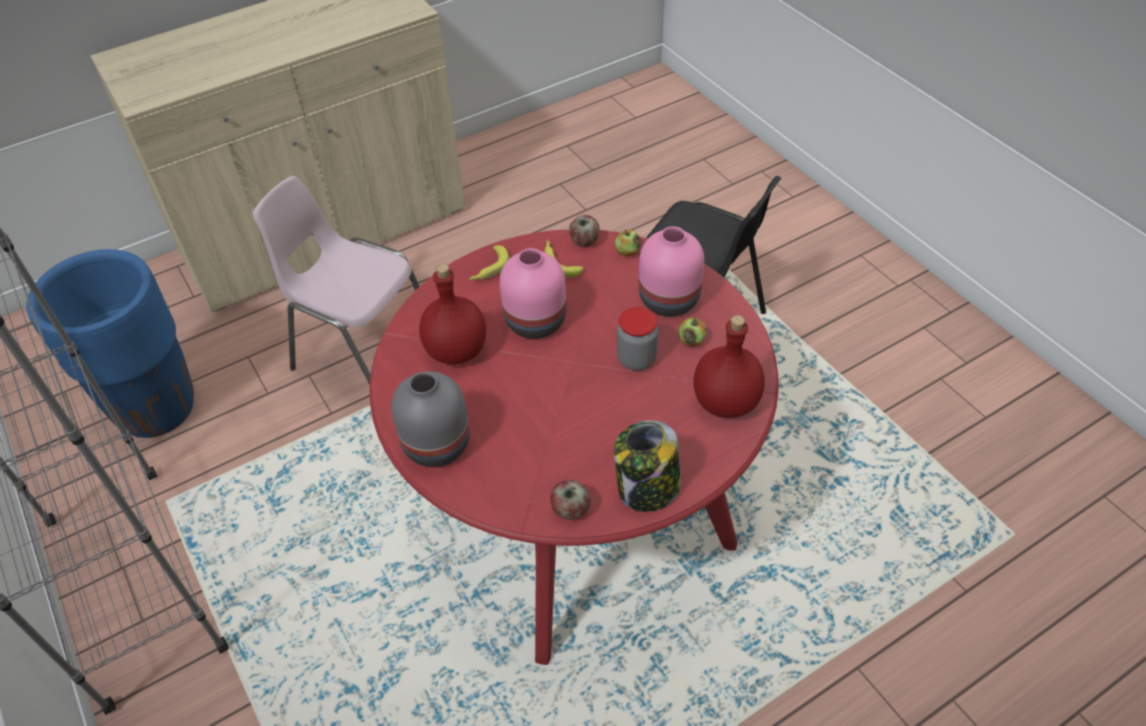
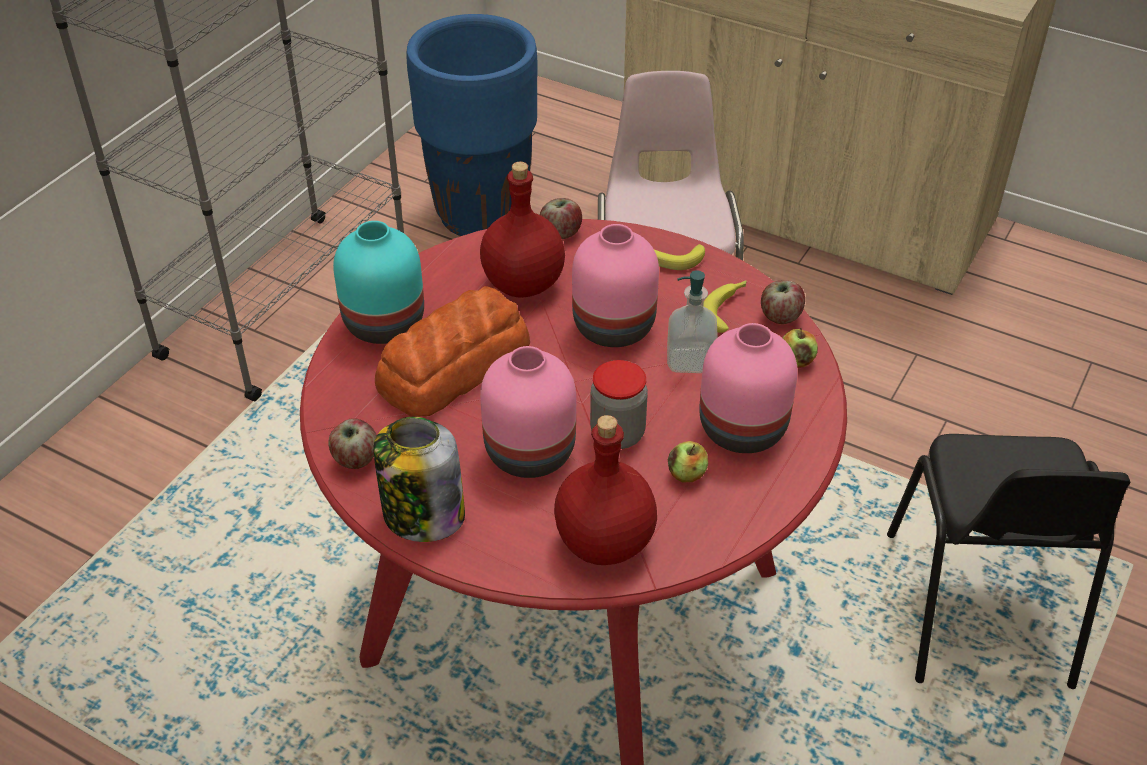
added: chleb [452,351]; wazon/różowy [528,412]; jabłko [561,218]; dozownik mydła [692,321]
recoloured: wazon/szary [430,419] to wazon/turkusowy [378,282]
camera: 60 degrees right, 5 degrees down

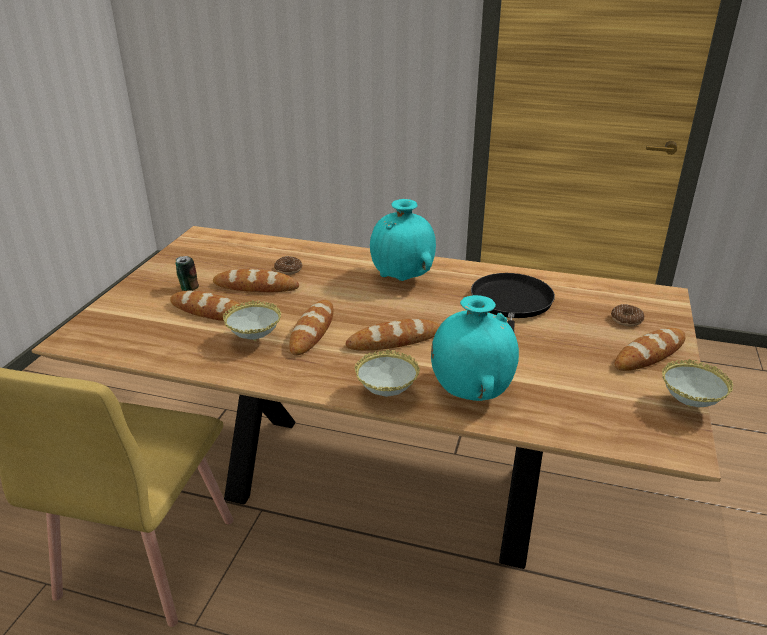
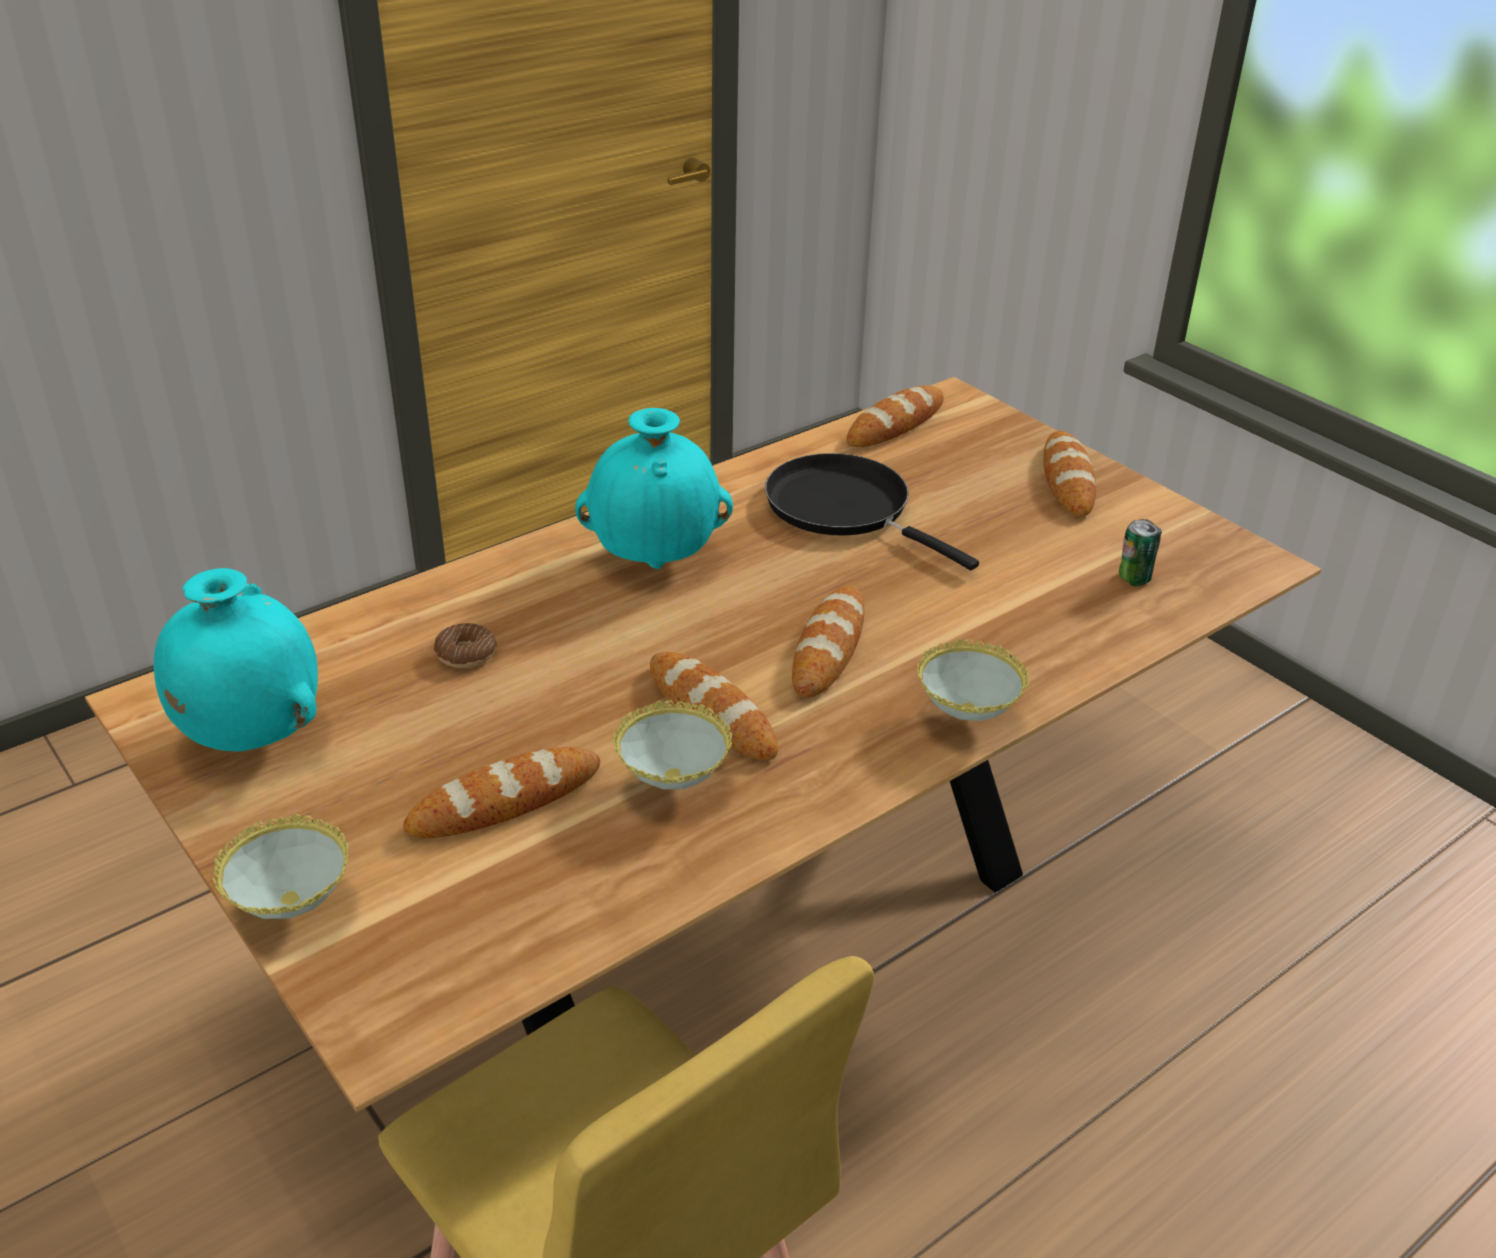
removed: donut [627,315]
moved: puszka [187,273] to [1140,552]; chleb [256,280] to [895,416]; wazon/turkusowy [475,348] to [236,660]; miska [697,383] to [281,866]
camera: 55 degrees left, 5 degrees up

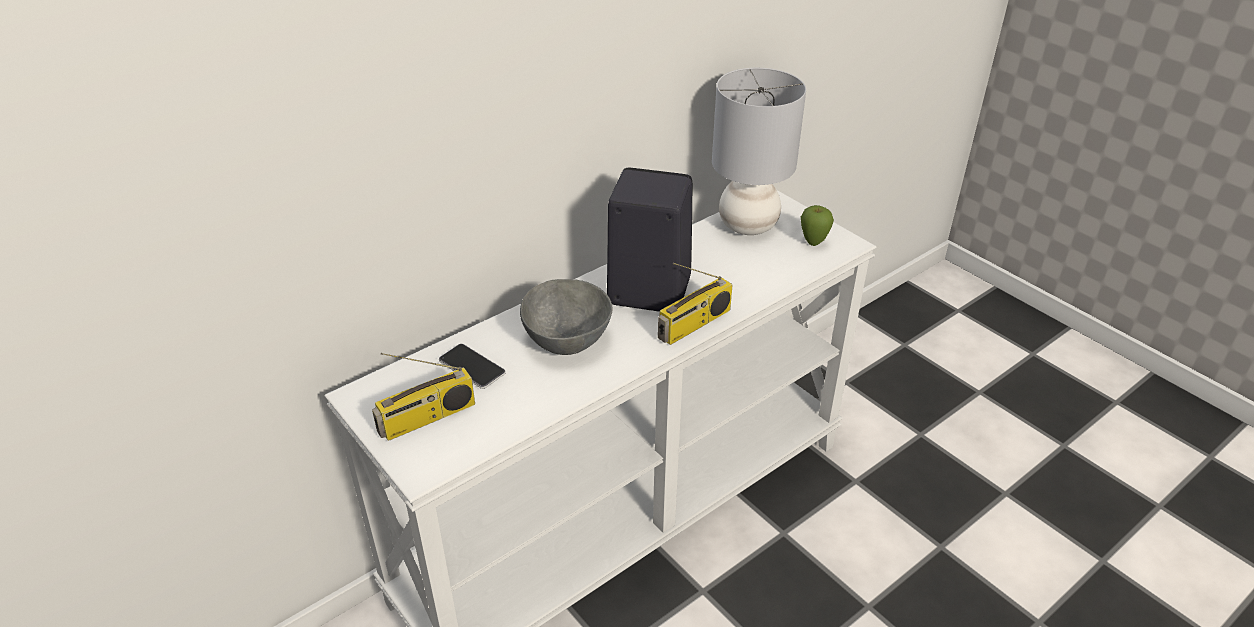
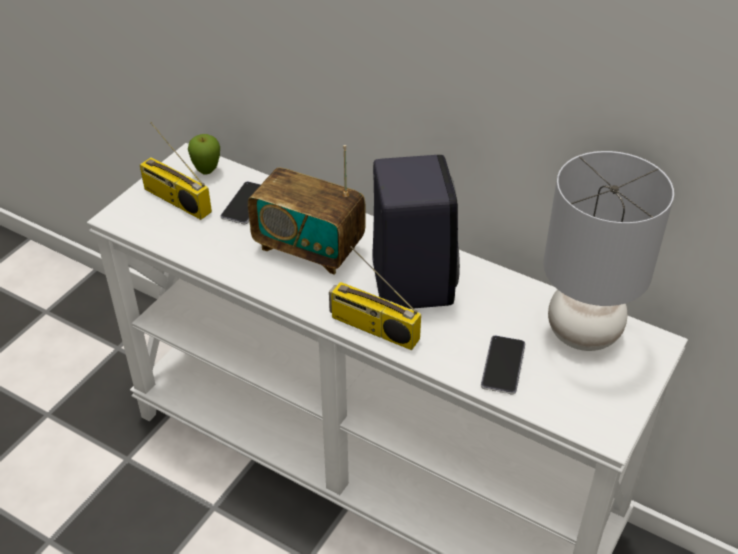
added: telefon [503,364]
moved: jabłko [817,225] to [204,154]
replaced: miska/szary [566,317] to radio [306,210]
camera: 70 degrees right, 5 degrees up

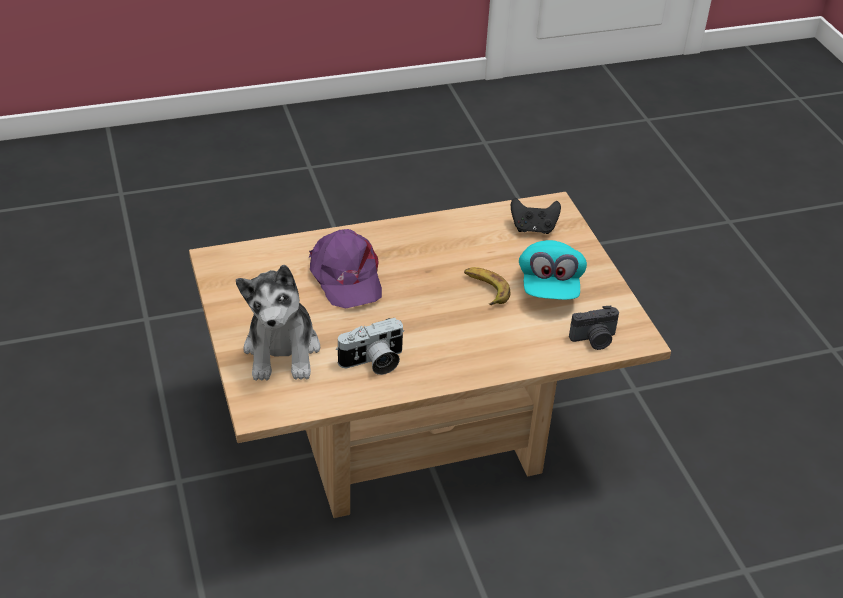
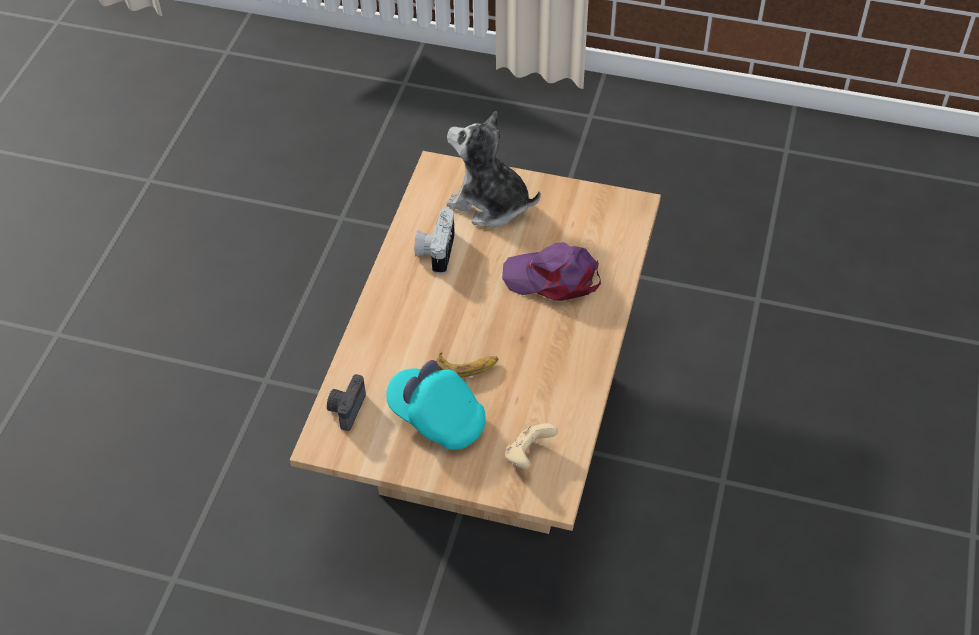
recoloured: pad do gier/czarny [536,216] to pad do gier/beżowy [531,446]
camera: 125 degrees right, 10 degrees up

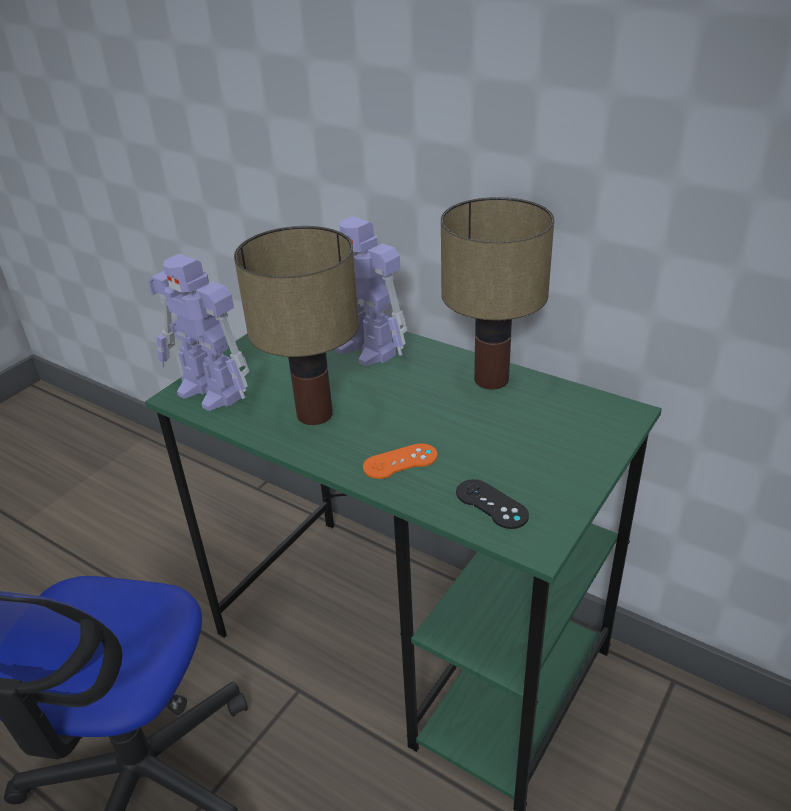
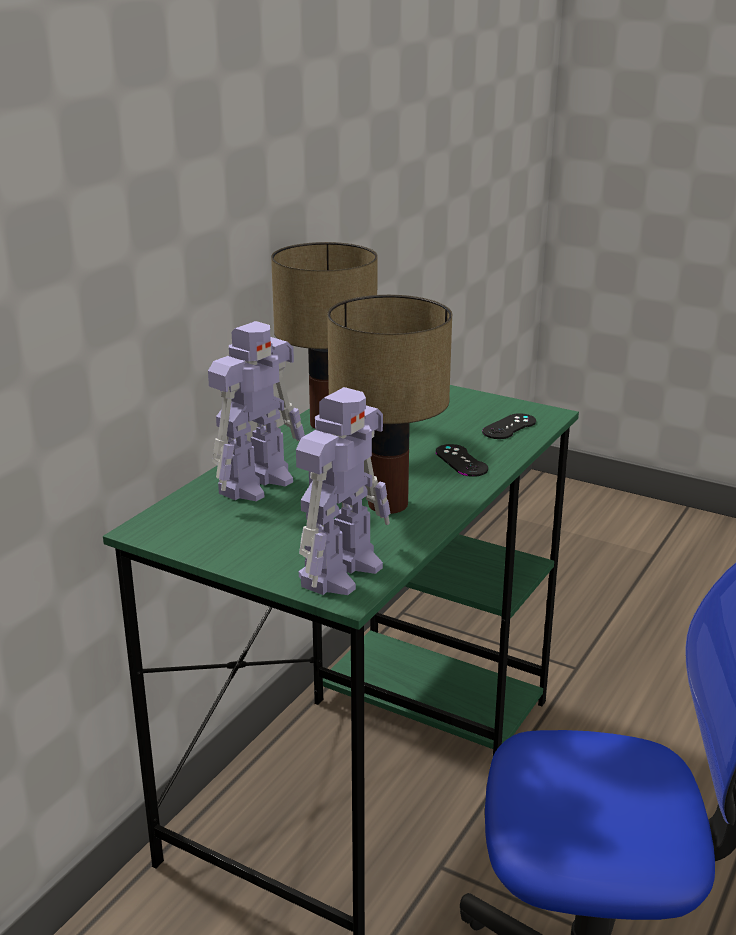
recoloured: pad do gier/pomarańczowy [400,461] to pad do gier/czarny [462,460]
camera: 95 degrees left, 10 degrees down

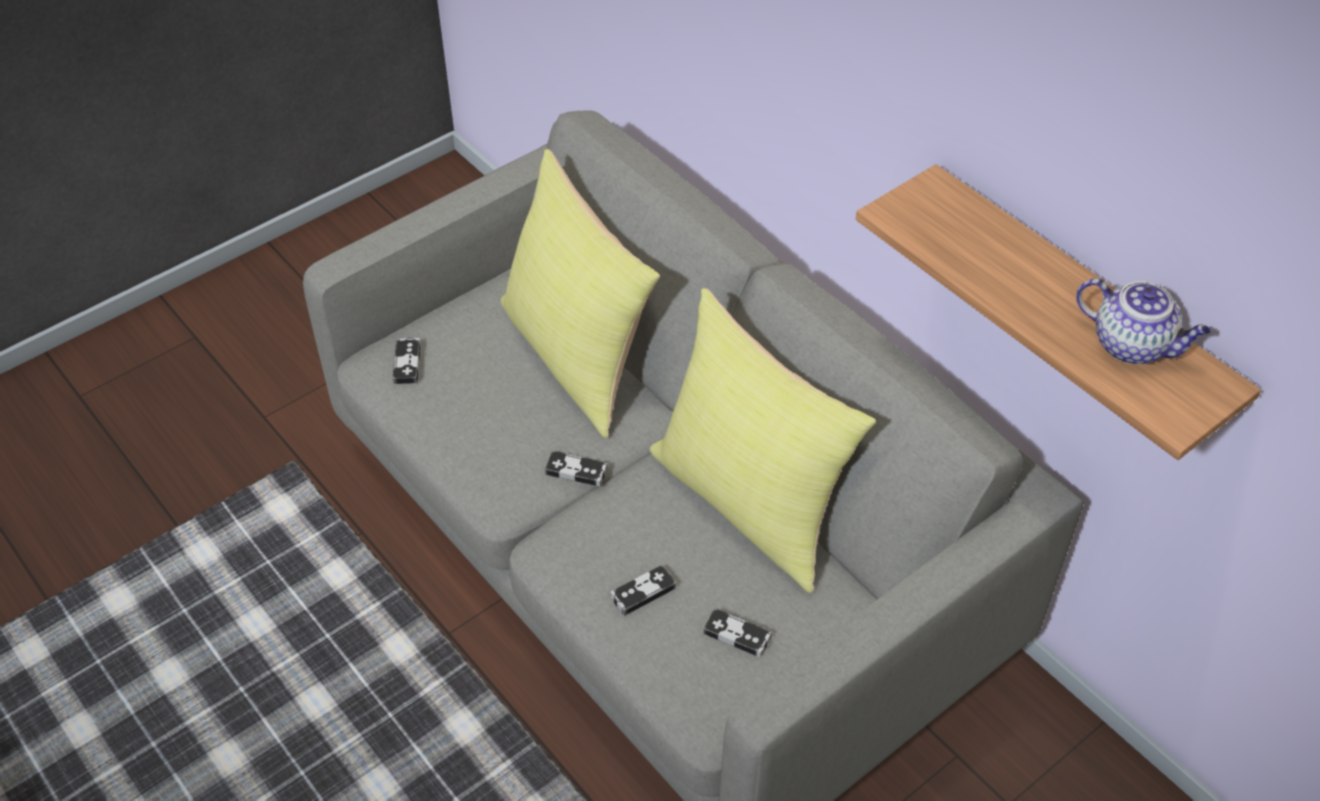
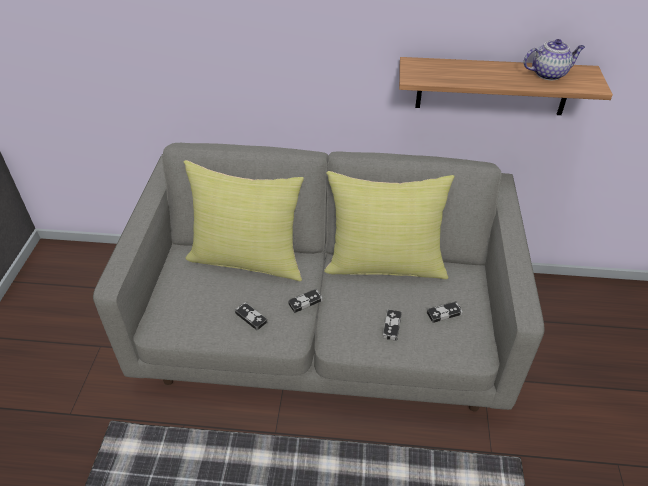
moved: pad do gier [407,361] to [251,316]
camera: 45 degrees left, 5 degrees down

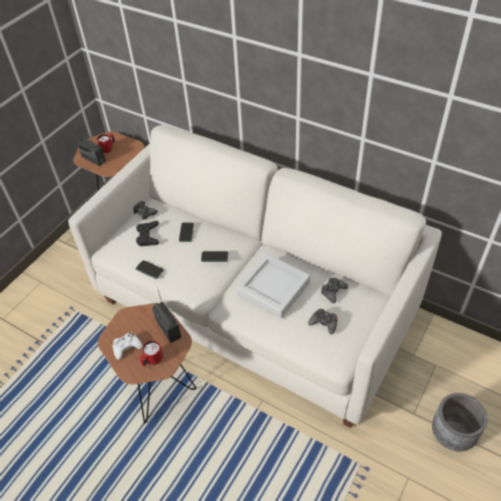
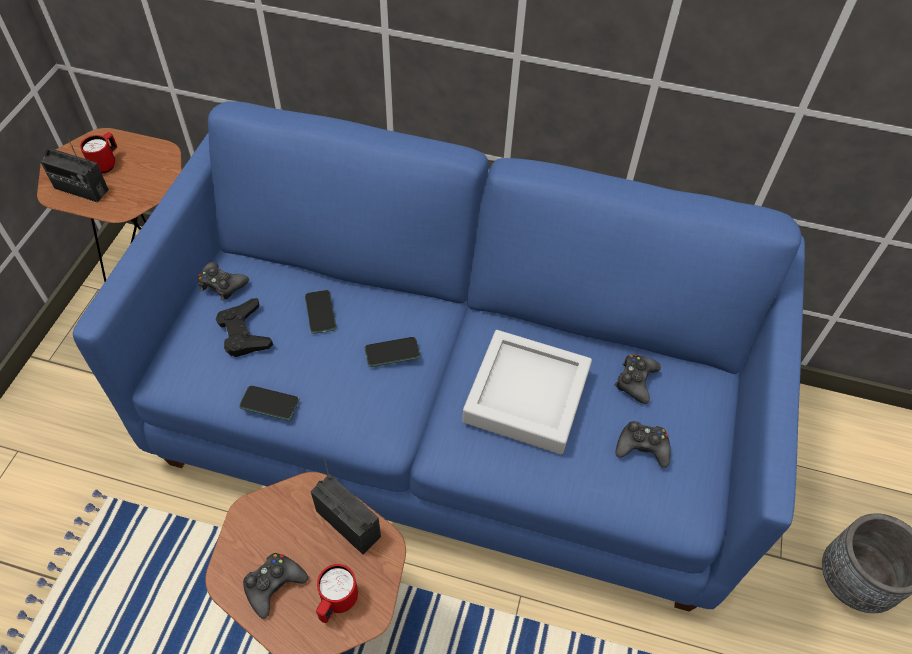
recoloured: kanapa/biały [255,276] to kanapa/niebieski [439,356]; pad do gier/biały [128,346] to pad do gier/czarny [275,586]
camera: 20 degrees left, 5 degrees up

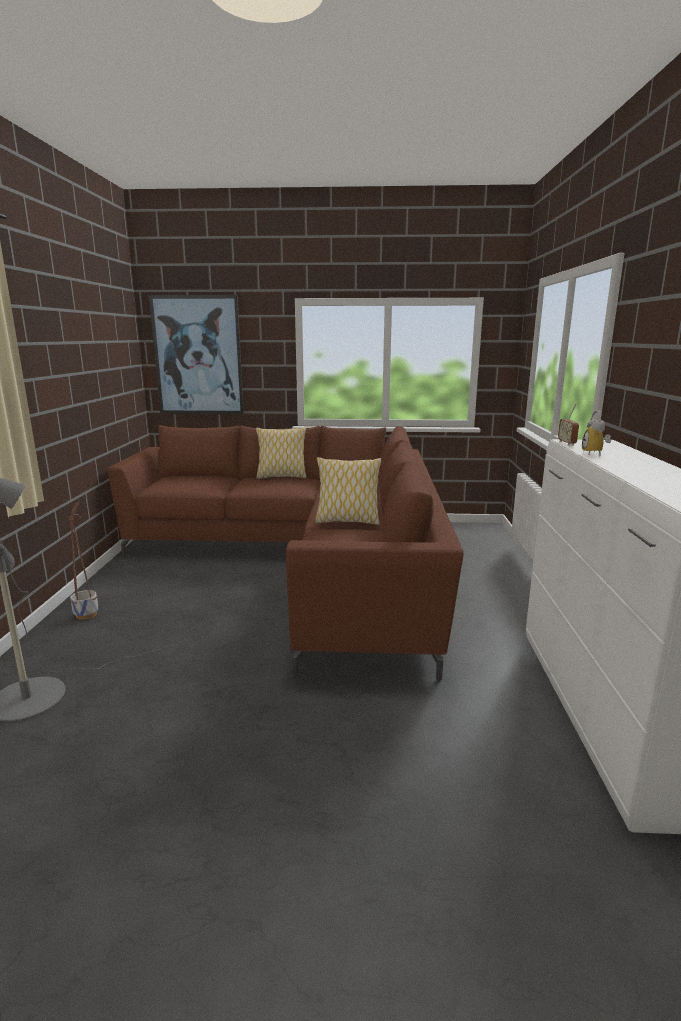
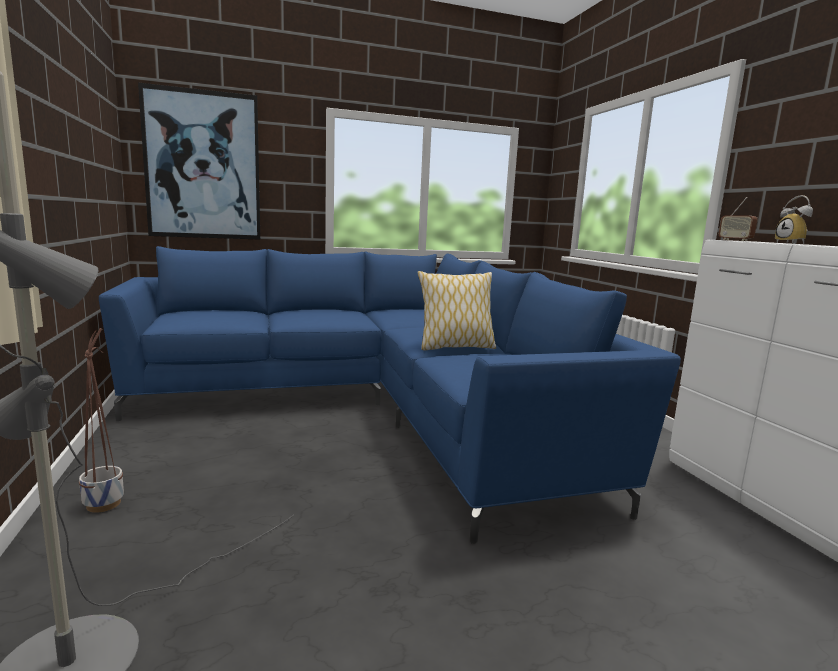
removed: poduszka [281,453]
recoloured: kanapa/brązowy [285,552] to kanapa/niebieski [390,395]
camera: 20 degrees left, 5 degrees down

